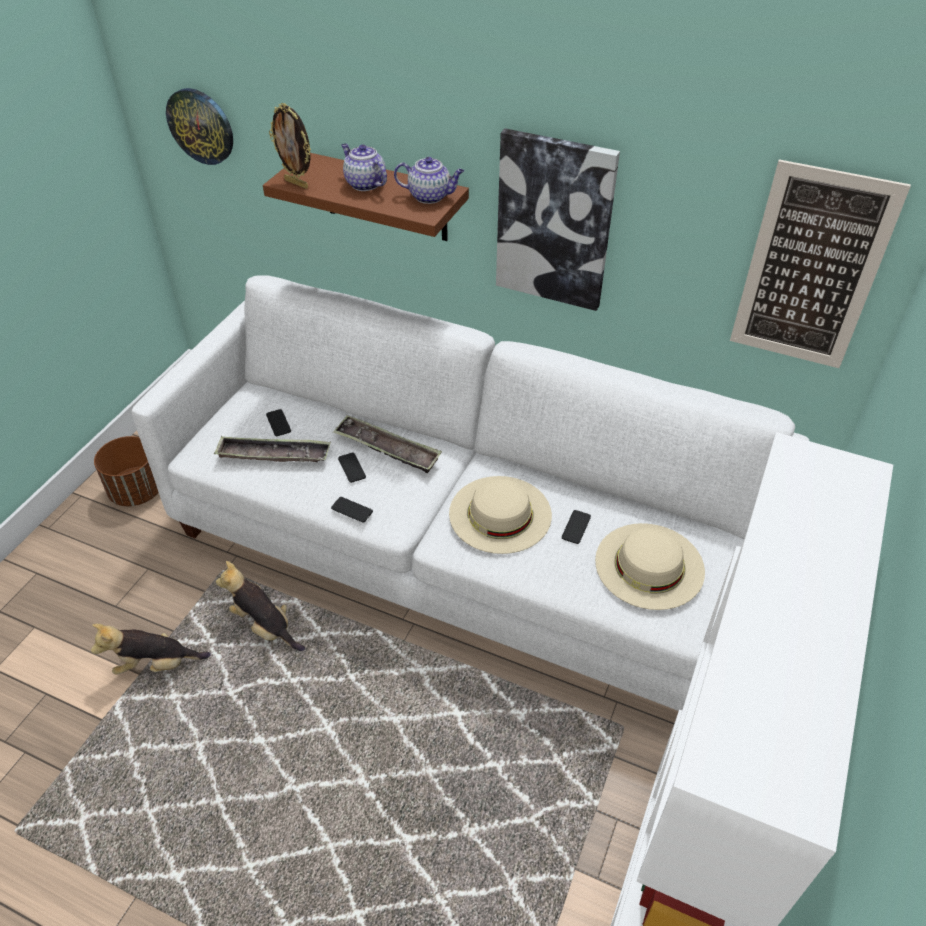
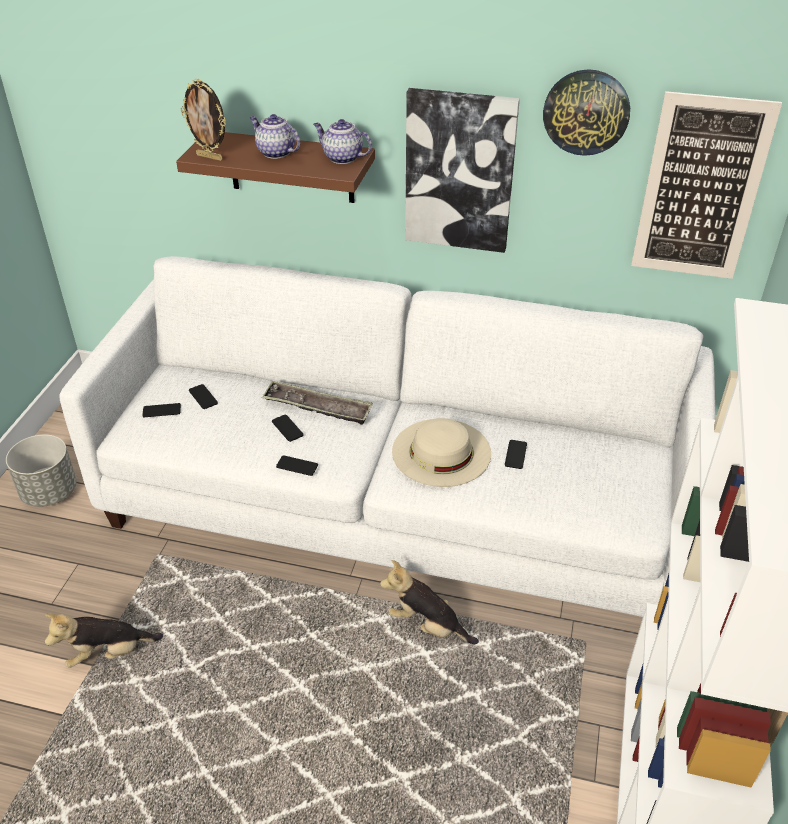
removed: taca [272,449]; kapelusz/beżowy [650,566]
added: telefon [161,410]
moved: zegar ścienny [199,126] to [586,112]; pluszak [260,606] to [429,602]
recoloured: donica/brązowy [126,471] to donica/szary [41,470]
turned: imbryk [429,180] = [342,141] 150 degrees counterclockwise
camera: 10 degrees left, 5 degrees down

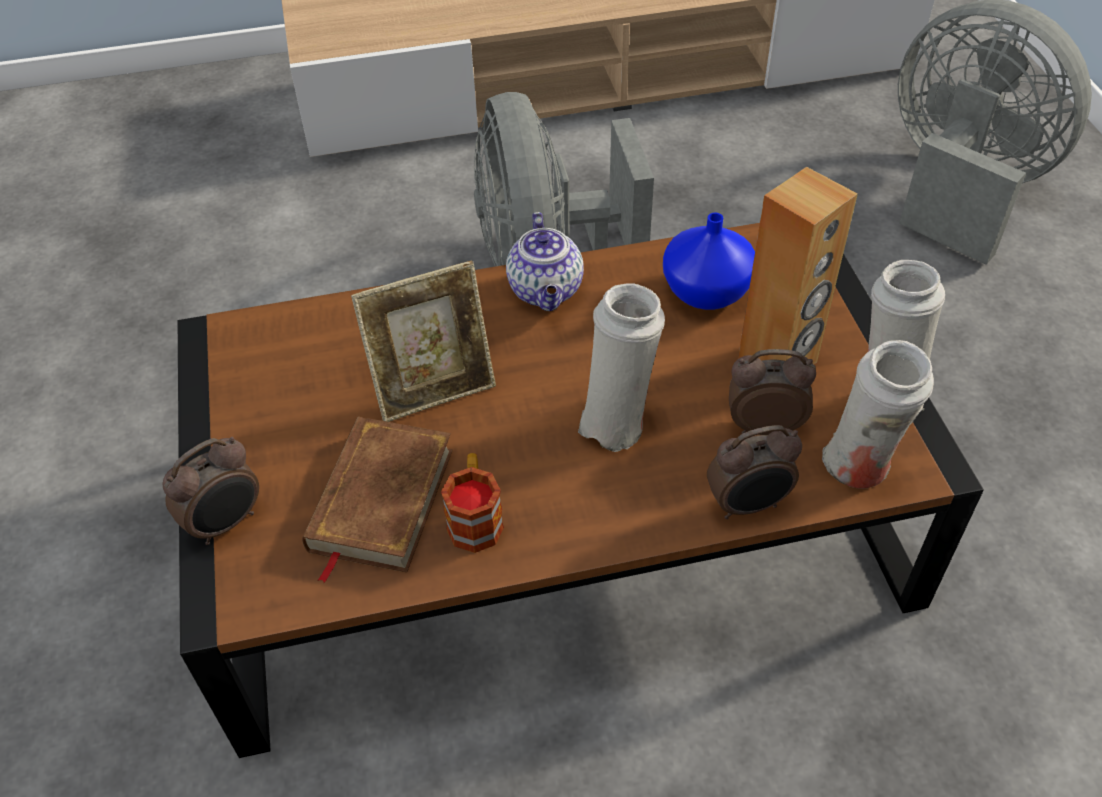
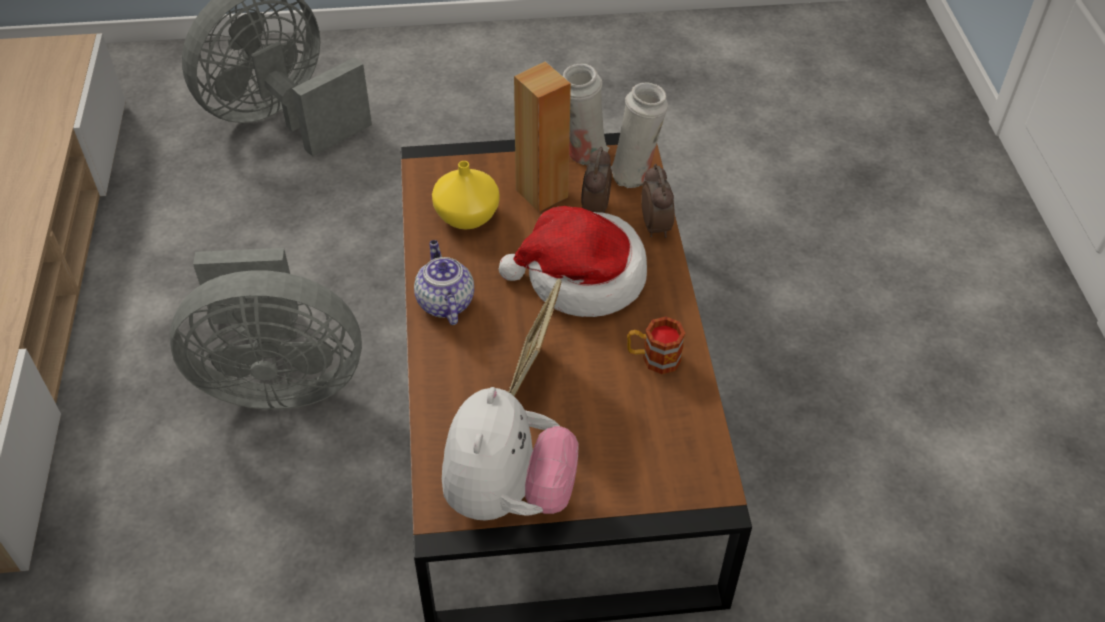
removed: budzik [211,491]; książka/brązowy [377,500]
added: pluszak [510,453]
replaced: wazon/biały [621,367] to kapelusz [573,261]
recoloured: wazon/niebieski [709,261] to wazon/żółty [466,195]
turned: ramka na zdjęcie [423,341] = [534,337] 150 degrees counterclockwise; imbryk [545,261] = [444,282] 105 degrees counterclockwise
camera: 85 degrees left, 0 degrees up

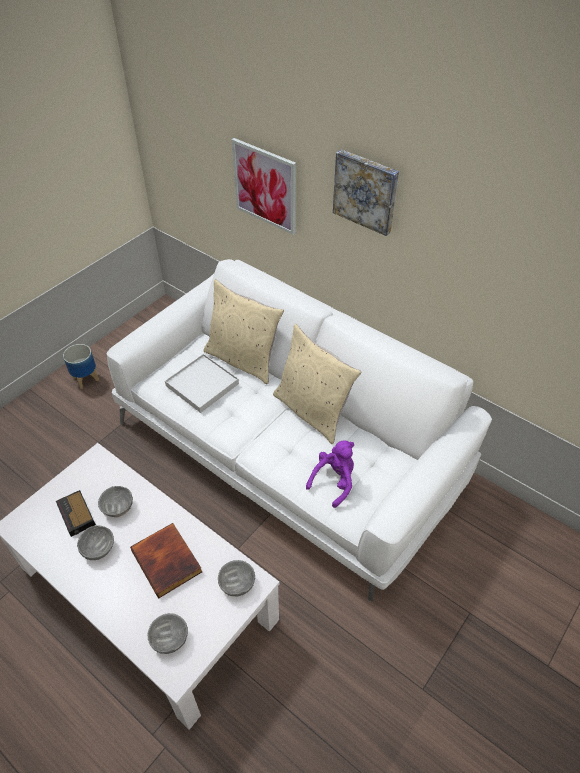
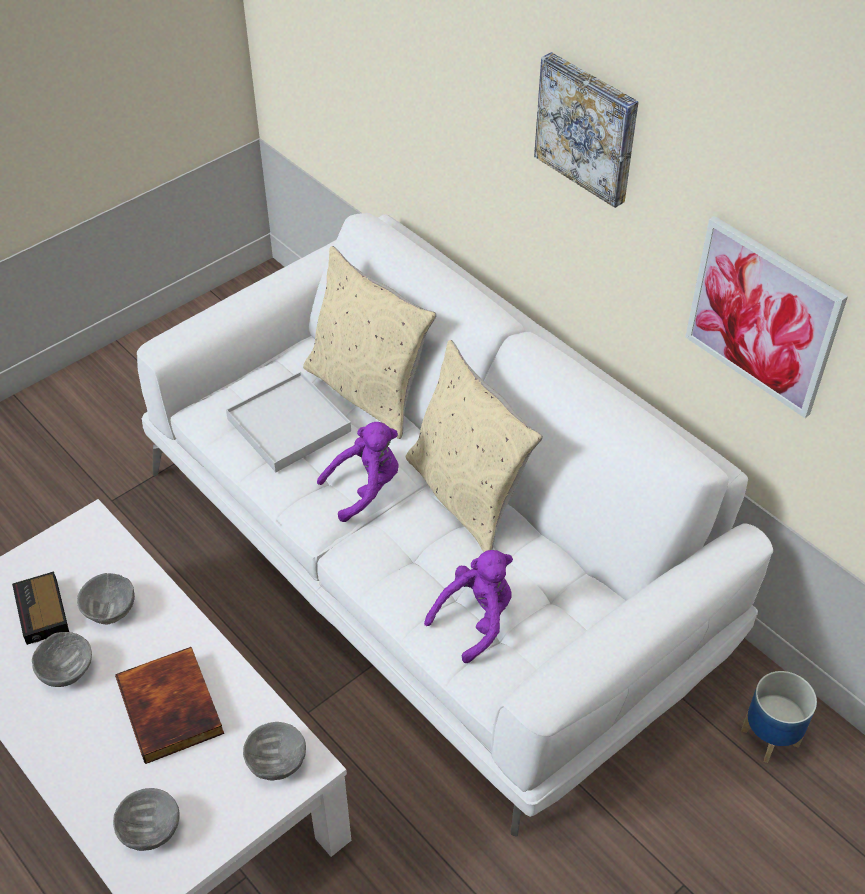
added: pluszak/fioletowy [358,472]
moved: donica [81,366] to [779,717]; obraz [264,186] to [766,317]
camera: 10 degrees right, 0 degrees up

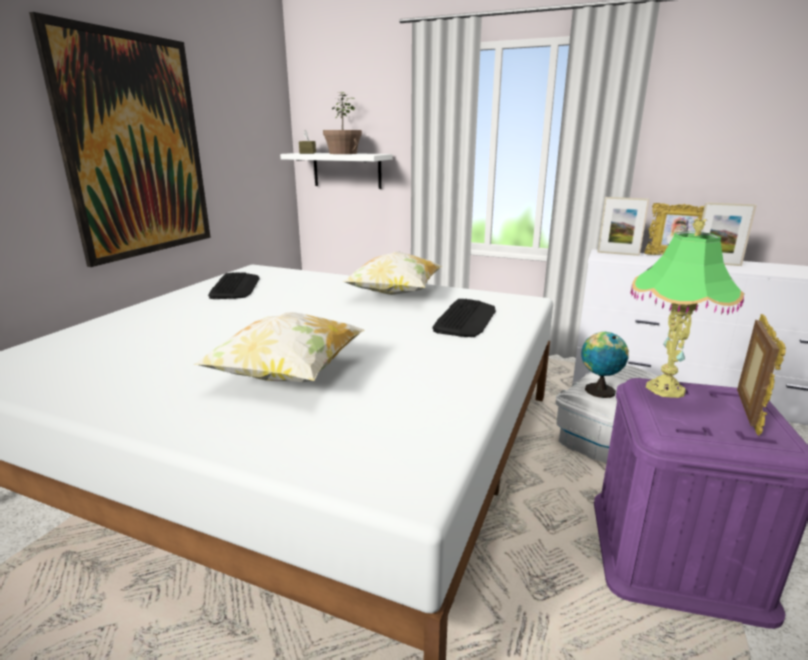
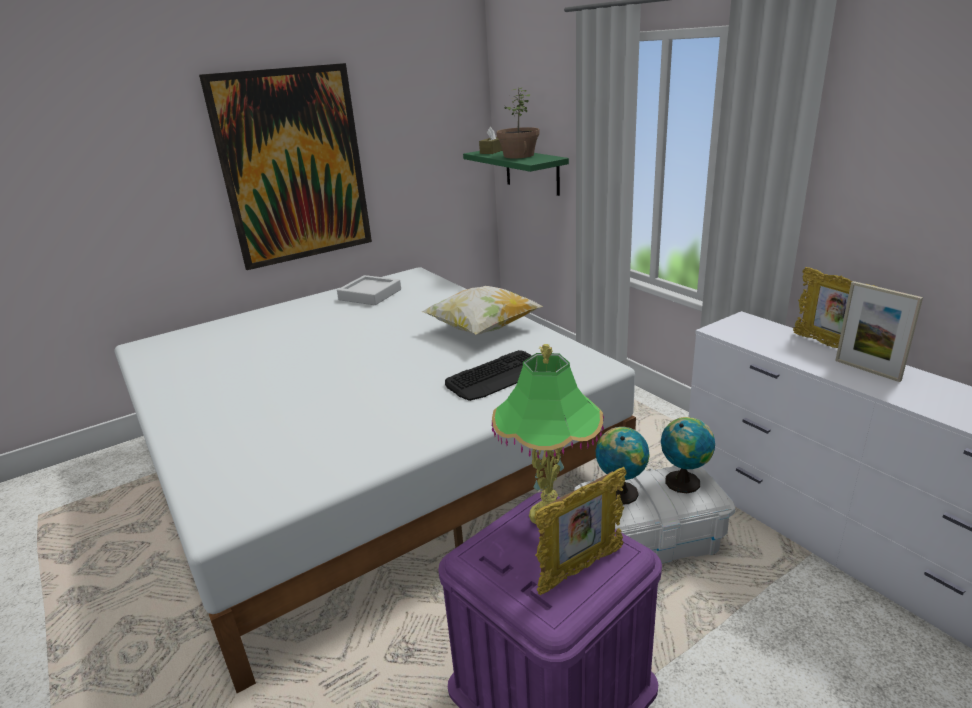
removed: poduszka [279,347]; ramka na zdjęcie [623,226]
added: globus [688,455]
replaced: klawiatura [234,285] to taca/szary [369,290]
recoloured: półka/biały [336,171] to półka/zielony [516,173]
camera: 35 degrees right, 5 degrees up

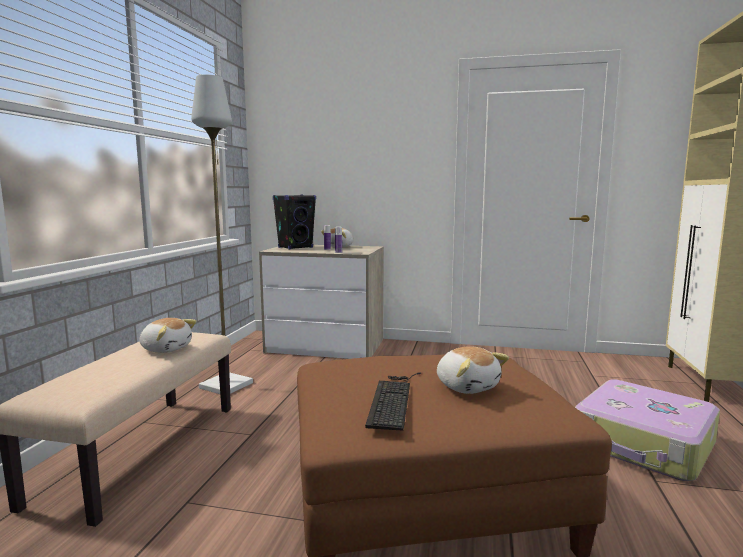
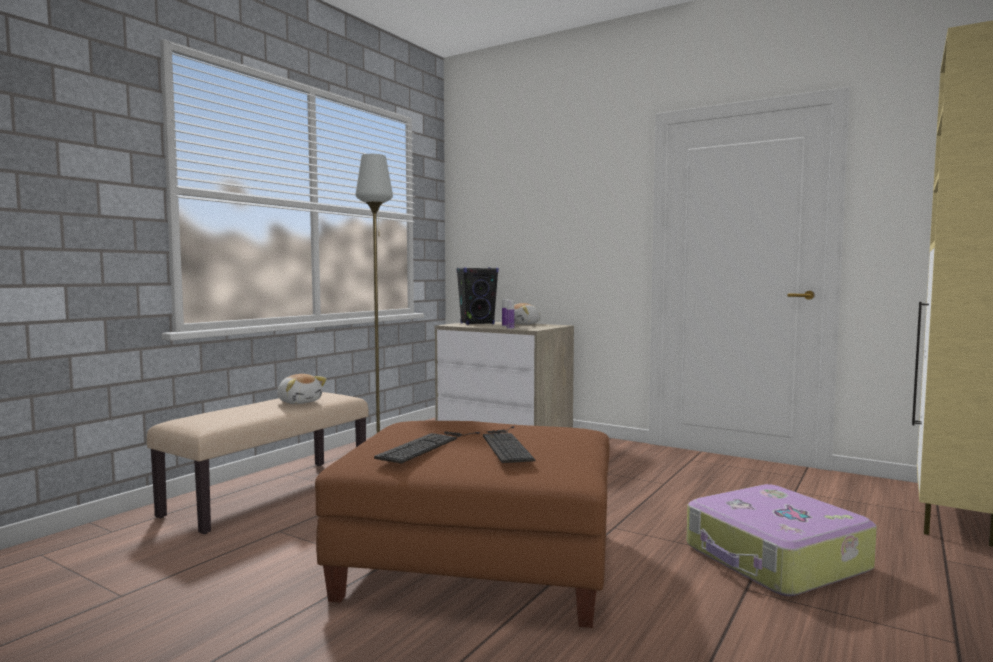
replaced: pluszak [473,370] to klawiatura [509,444]
camera: 20 degrees right, 5 degrees down

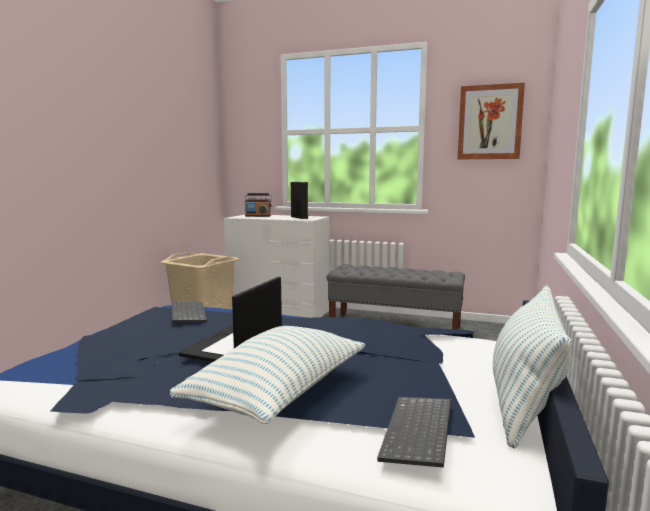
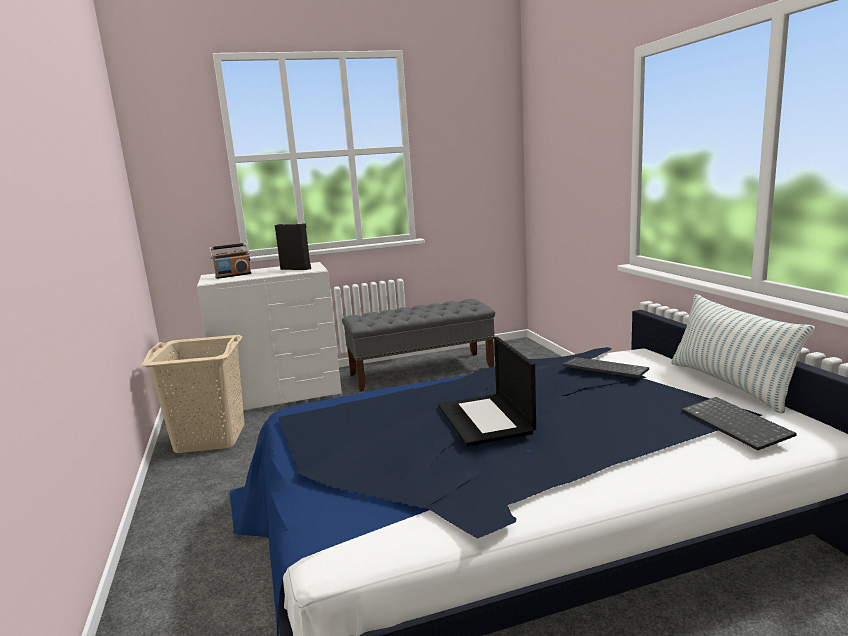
removed: poduszka [267,375]; obraz [491,121]
moved: klawiatura [189,312] to [606,367]
camera: 35 degrees left, 5 degrees up

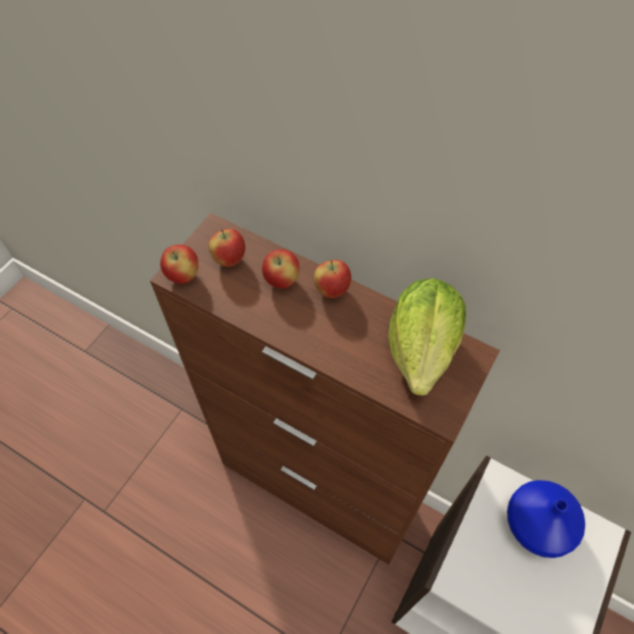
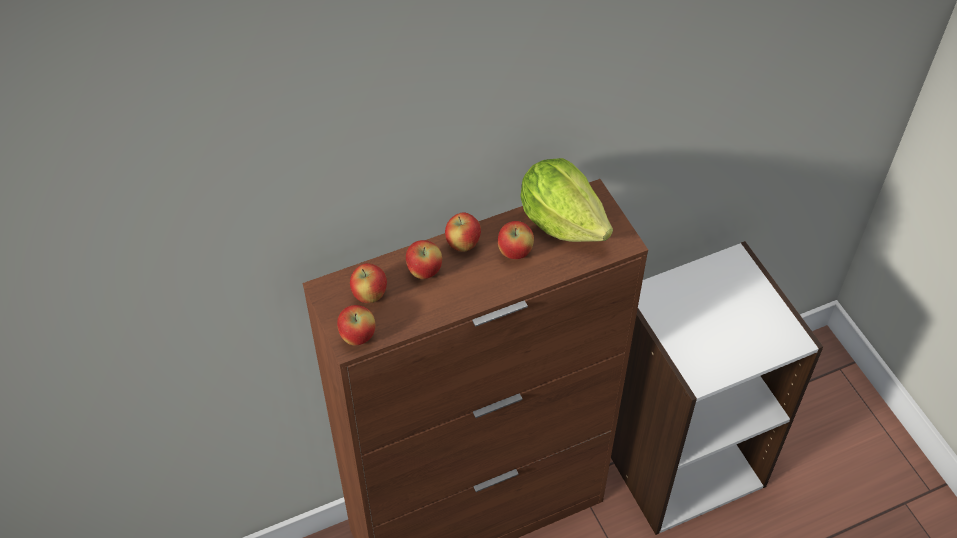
removed: wazon/niebieski [546,519]
added: jabłko [516,240]
camera: 55 degrees left, 5 degrees down

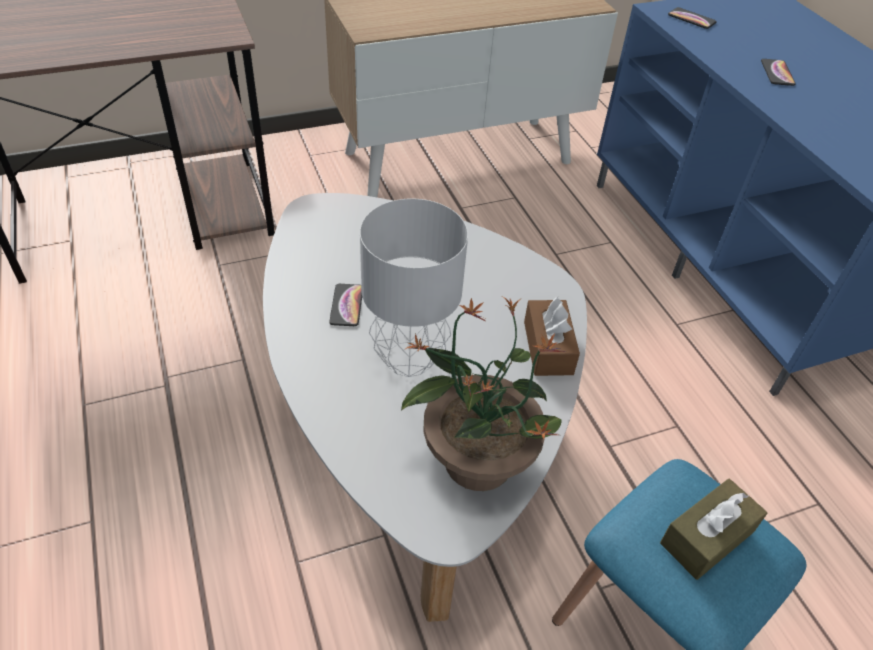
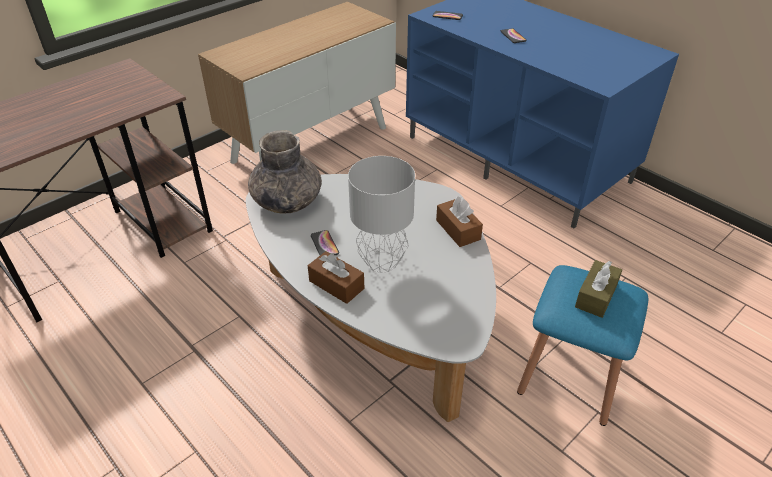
removed: roślina doniczkowa [483,394]
added: wazon/szary [285,171]; pudełko chusteczek/brązowy [336,277]
camera: 20 degrees left, 5 degrees down

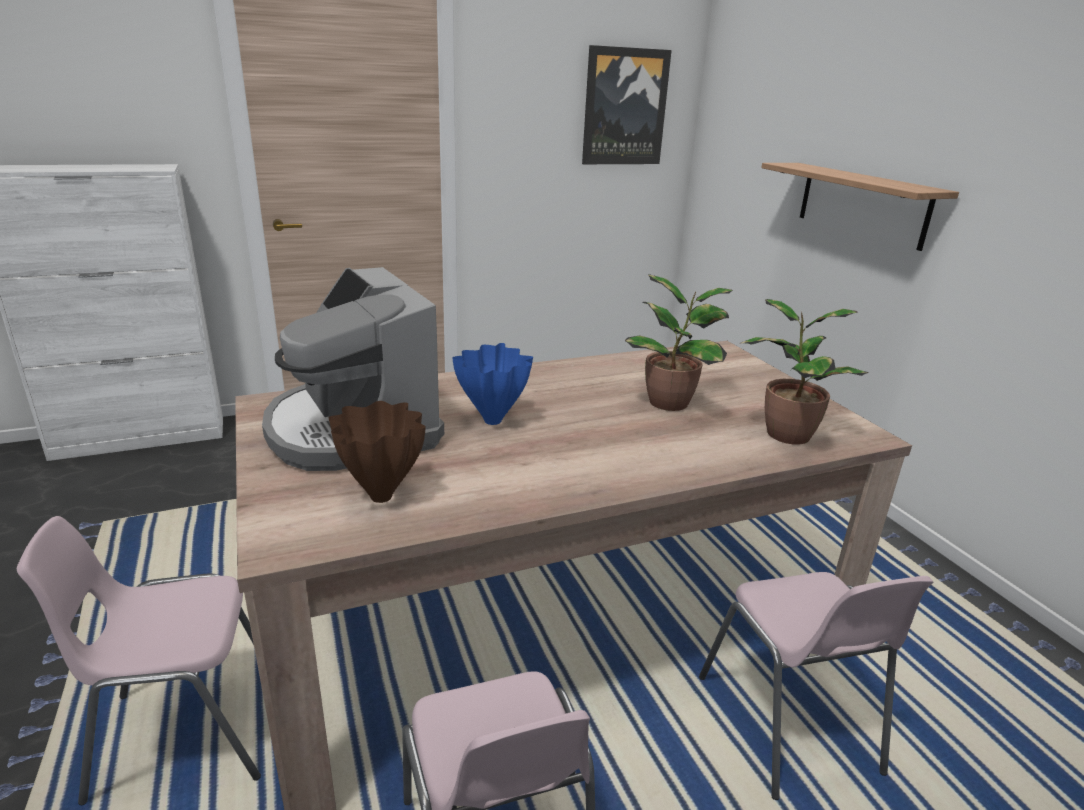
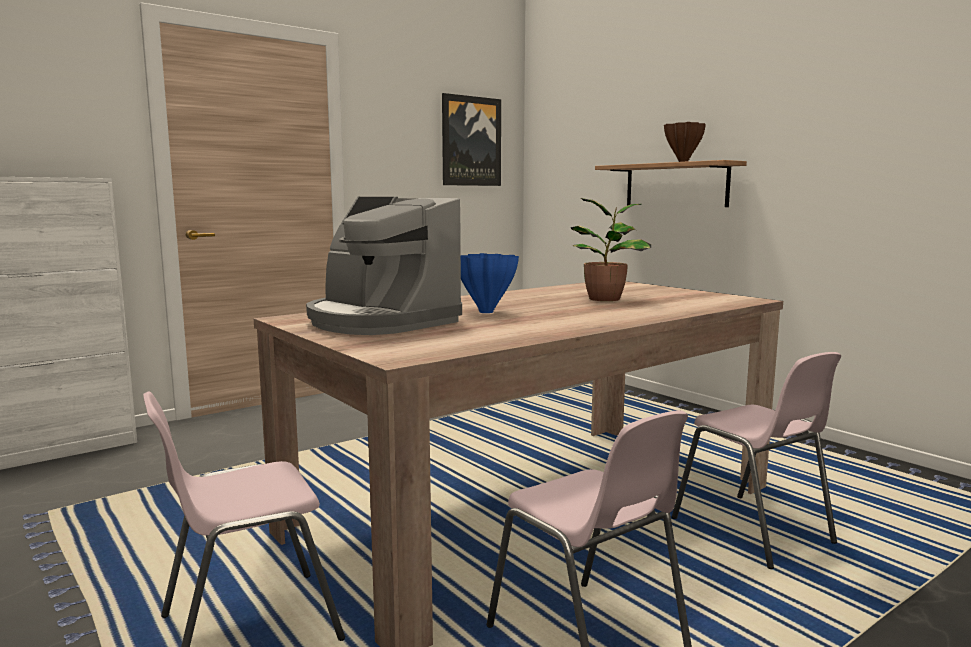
removed: roślina doniczkowa [804,371]
moved: wazon/brązowy [377,452] to [685,142]
camera: 15 degrees left, 15 degrees down

